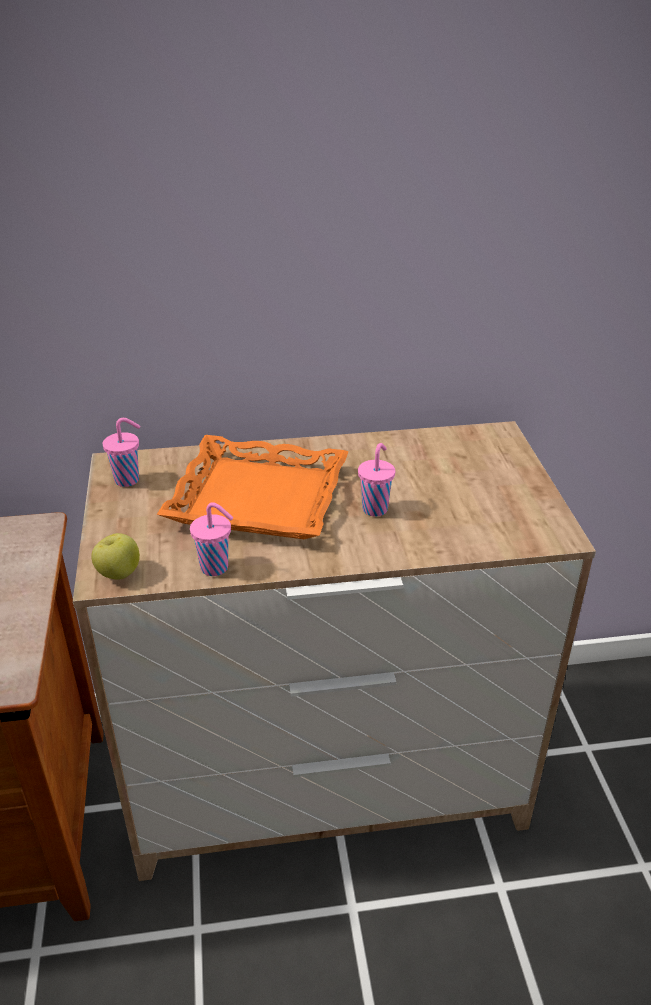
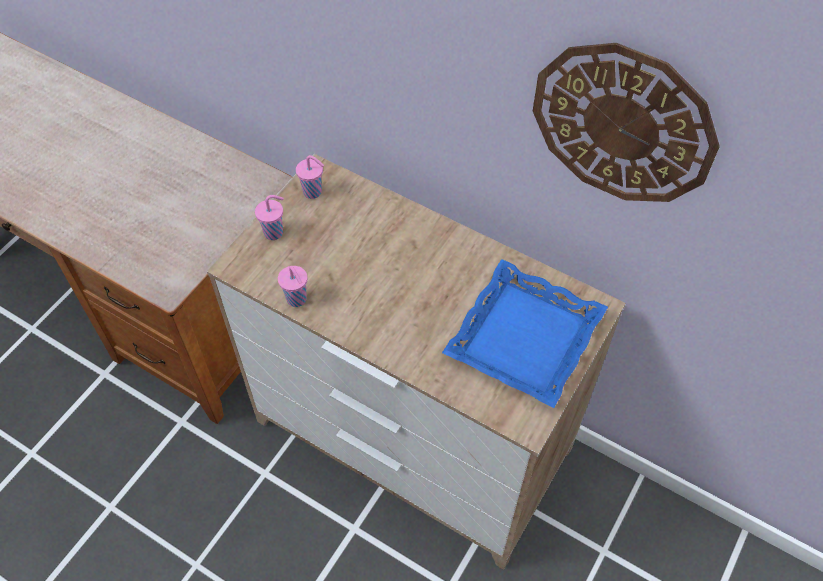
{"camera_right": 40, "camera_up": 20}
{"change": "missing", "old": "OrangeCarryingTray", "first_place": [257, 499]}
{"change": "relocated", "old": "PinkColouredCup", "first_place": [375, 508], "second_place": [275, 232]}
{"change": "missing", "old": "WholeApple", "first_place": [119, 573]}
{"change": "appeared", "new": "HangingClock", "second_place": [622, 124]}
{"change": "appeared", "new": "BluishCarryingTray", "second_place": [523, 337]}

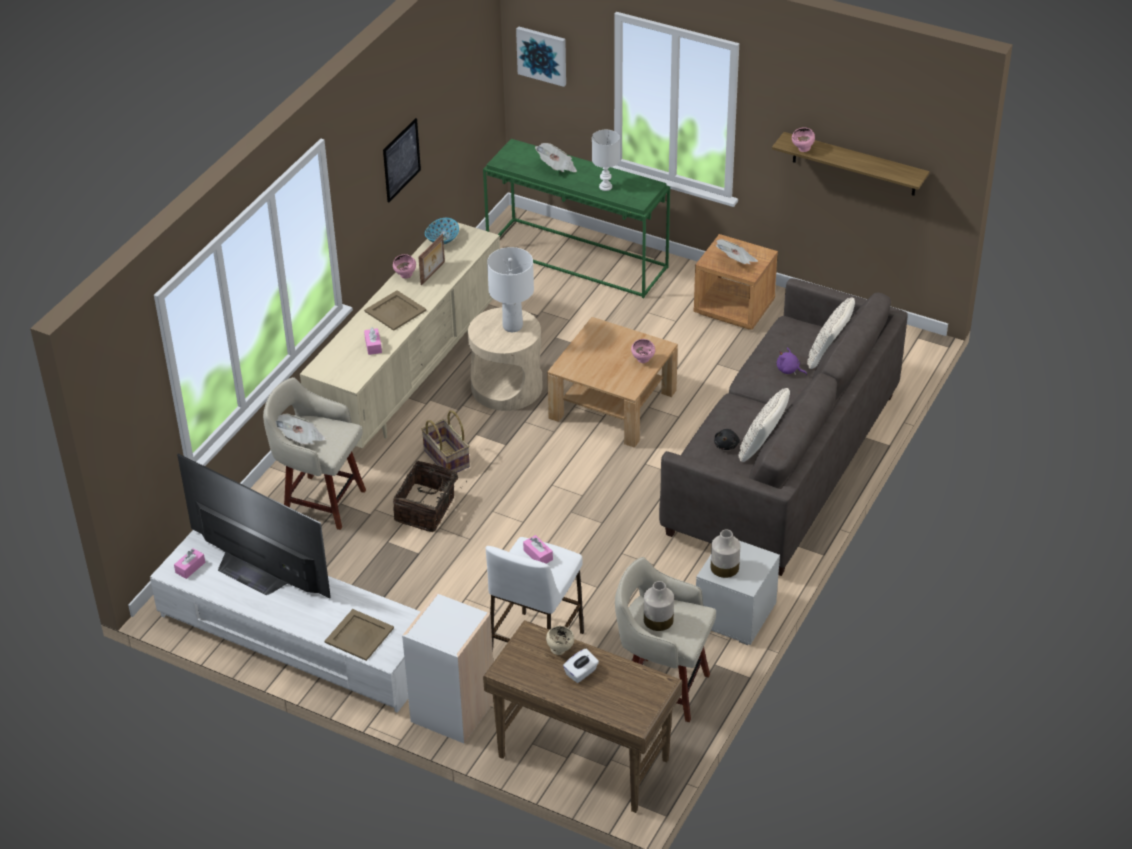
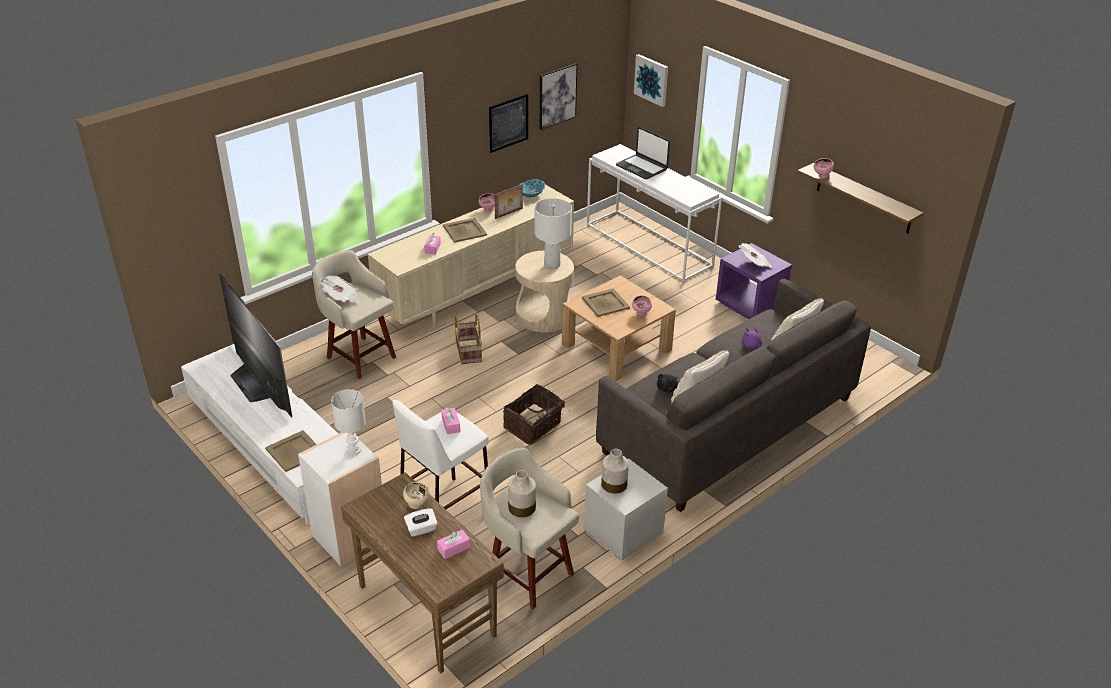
{"camera_right": 20, "camera_up": -5}
{"change": "relocated", "old": "WhiteTabletopLamp", "first_place": [606, 187], "second_place": [353, 450]}
{"change": "colour", "old": "GreenNarrowTable", "new": "WhiteNarrowTable", "first_place": [578, 258], "second_place": [649, 245]}
{"change": "exchanged", "old": "Newspaper", "new": "Laptop", "first_place": [557, 167], "second_place": [642, 167]}
{"change": "colour", "old": "BrownishNightTable", "new": "PurpleColouredNightTable", "first_place": [734, 308], "second_place": [750, 305]}
{"change": "relocated", "old": "HouseholdBasket", "first_place": [427, 509], "second_place": [533, 426]}
{"change": "relocated", "old": "PinkColouredBoxOfTissues", "first_place": [190, 567], "second_place": [454, 548]}
{"change": "appeared", "new": "WallArt", "second_place": [557, 96]}
{"change": "appeared", "new": "BeigeCarryingTray", "second_place": [605, 303]}

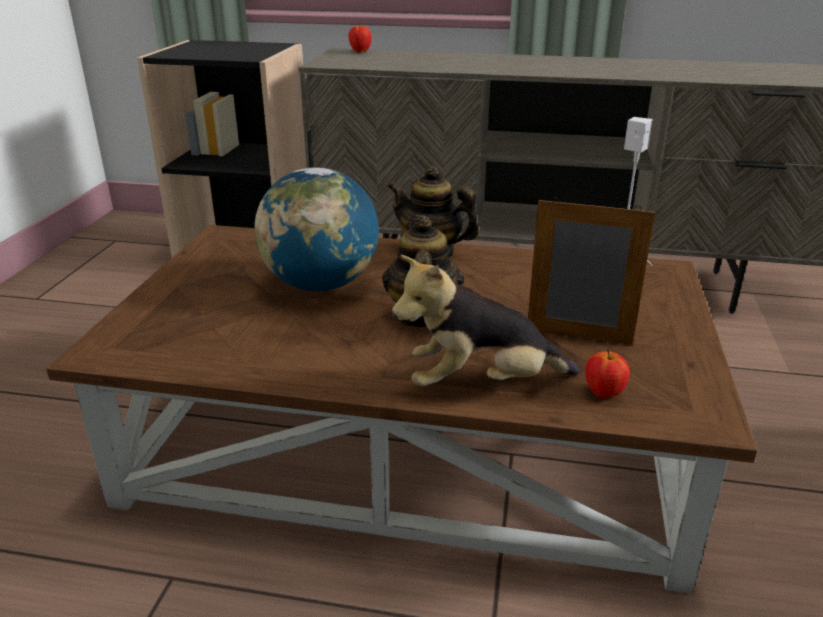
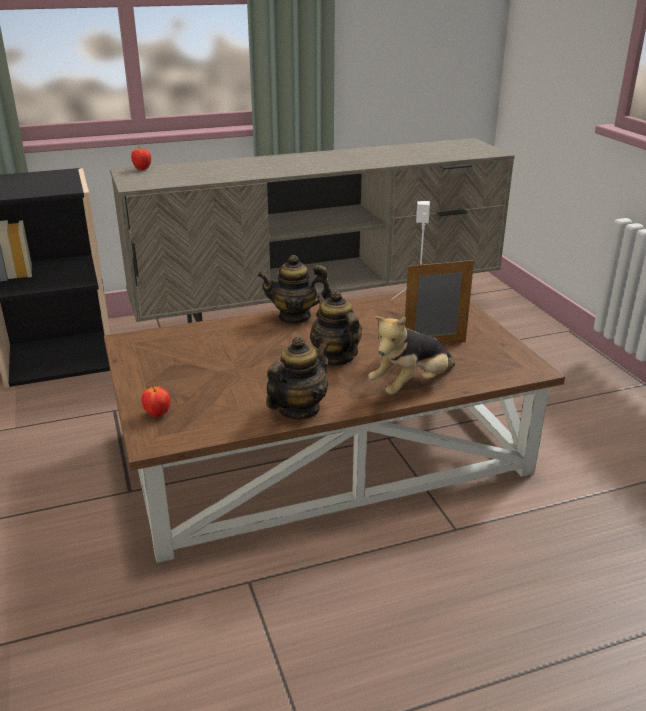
{"camera_right": -30, "camera_up": 0}
{"change": "missing", "old": "DeskGlobe", "first_place": [321, 285]}
{"change": "relocated", "old": "WholeApple", "first_place": [603, 394], "second_place": [157, 414]}
{"change": "appeared", "new": "TeaPot", "second_place": [298, 410]}

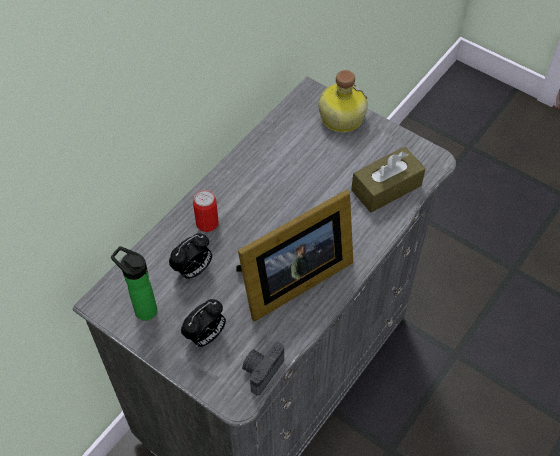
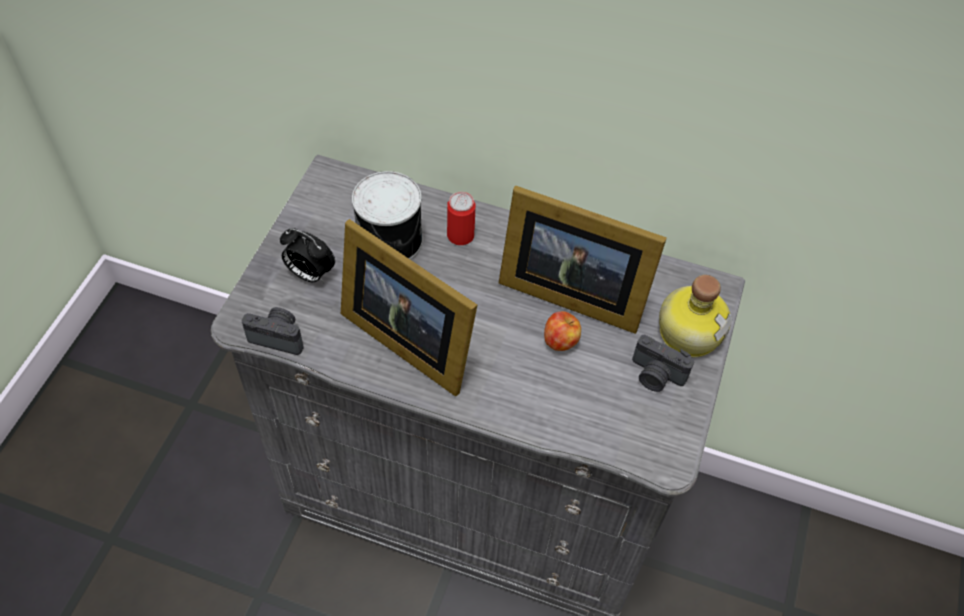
{"camera_right": 70, "camera_up": 0}
{"change": "missing", "old": "BrownishBoxOfTissues", "first_place": [386, 188]}
{"change": "exchanged", "old": "TableClock", "new": "MetalCan", "first_place": [193, 270], "second_place": [391, 240]}
{"change": "missing", "old": "BeverageBottle", "first_place": [143, 309]}
{"change": "appeared", "new": "PhotoFrame", "second_place": [568, 290]}
{"change": "appeared", "new": "WholeApple", "second_place": [560, 341]}
{"change": "appeared", "new": "StillCamera", "second_place": [655, 376]}

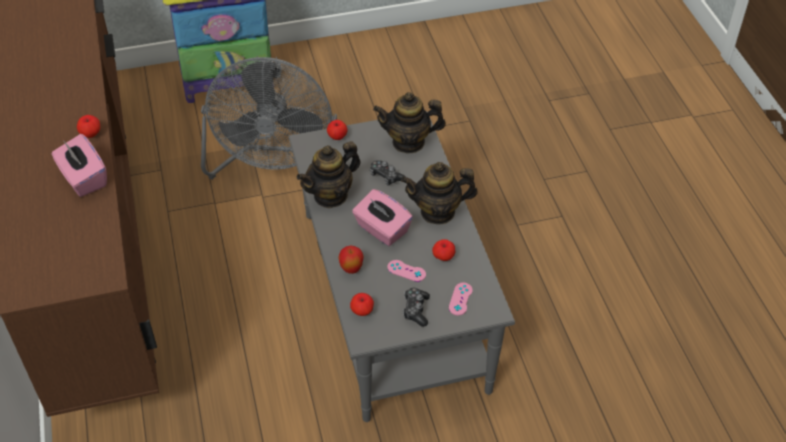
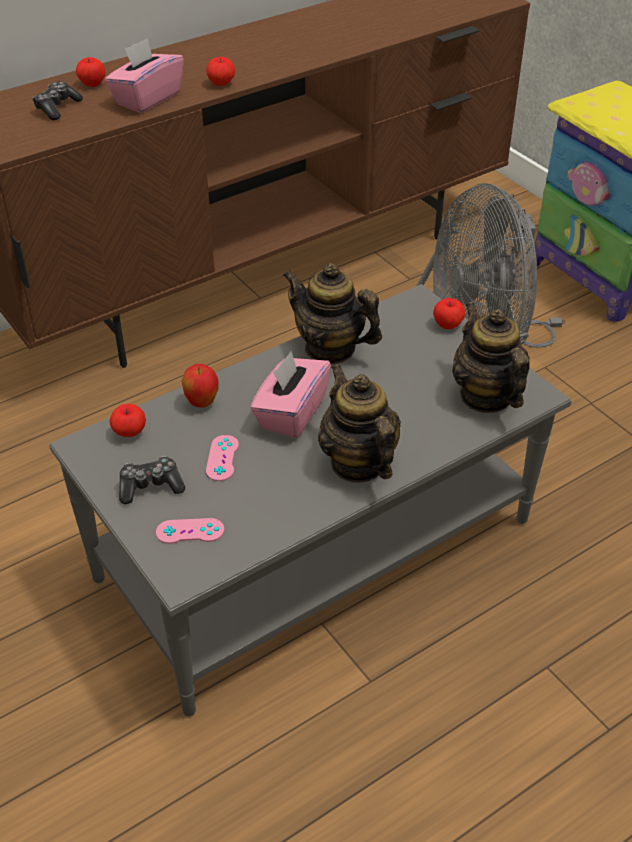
{"camera_right": 70, "camera_up": -5}
{"change": "relocated", "old": "Joypad", "first_place": [386, 176], "second_place": [57, 108]}
{"change": "relocated", "old": "WholeApple", "first_place": [443, 257], "second_place": [92, 84]}

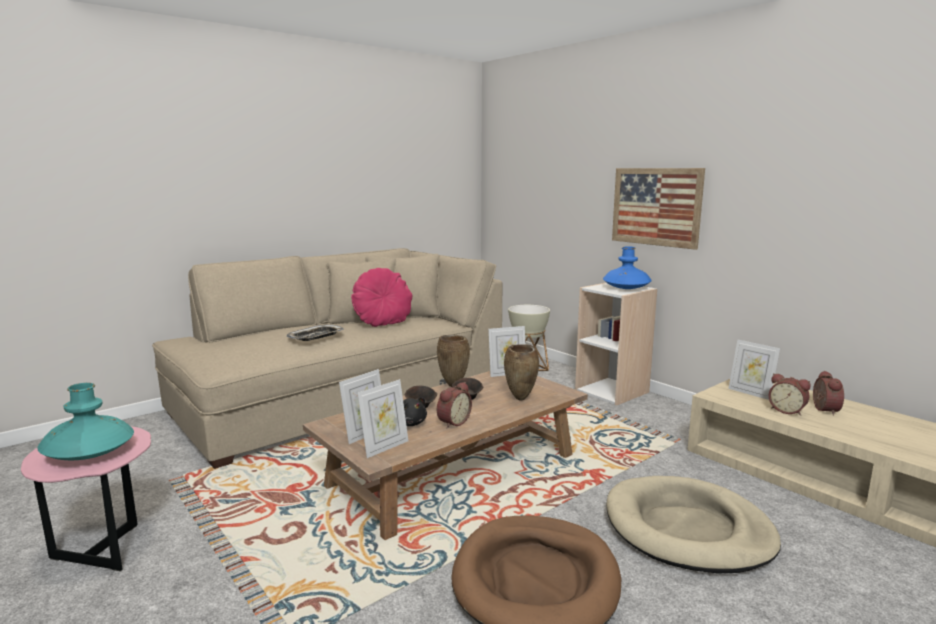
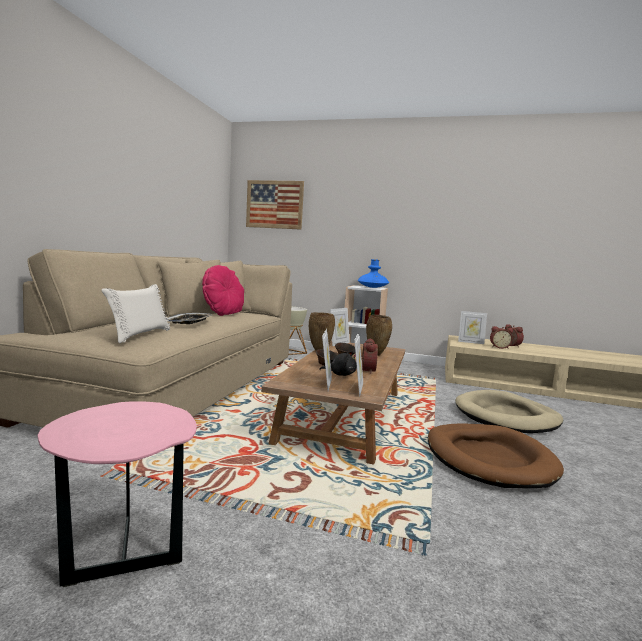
{"camera_right": -35, "camera_up": -5}
{"change": "relocated", "old": "WallArt", "first_place": [656, 206], "second_place": [274, 204]}
{"change": "missing", "old": "TurquoiseColouredFlowerVase", "first_place": [89, 453]}
{"change": "appeared", "new": "WhiteThrowPillow", "second_place": [139, 335]}

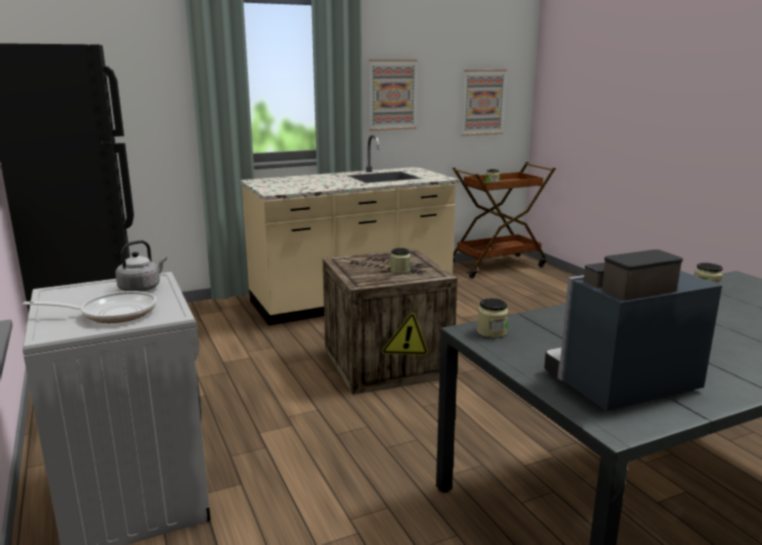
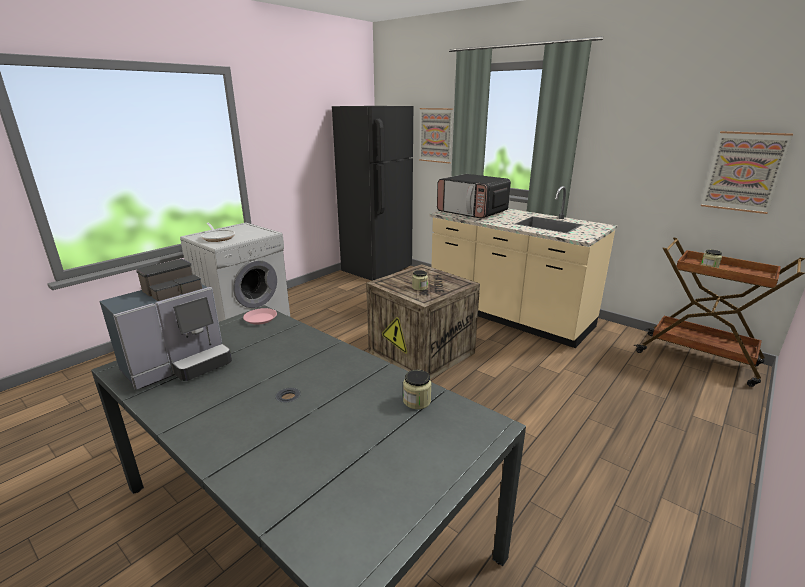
{"camera_right": 65, "camera_up": 5}
{"change": "relocated", "old": "WallArt", "first_place": [392, 95], "second_place": [436, 135]}
{"change": "missing", "old": "GrayKettle", "first_place": [142, 288]}
{"change": "spun", "old": "CoffeeBrewer", "first_place": [619, 384], "second_place": [180, 365], "degrees": 90}
{"change": "exchanged", "old": "PreserveJar", "new": "PinkColouredPlate", "first_place": [491, 332], "second_place": [260, 319]}
{"change": "appeared", "new": "KitchenMicrowave", "second_place": [472, 212]}

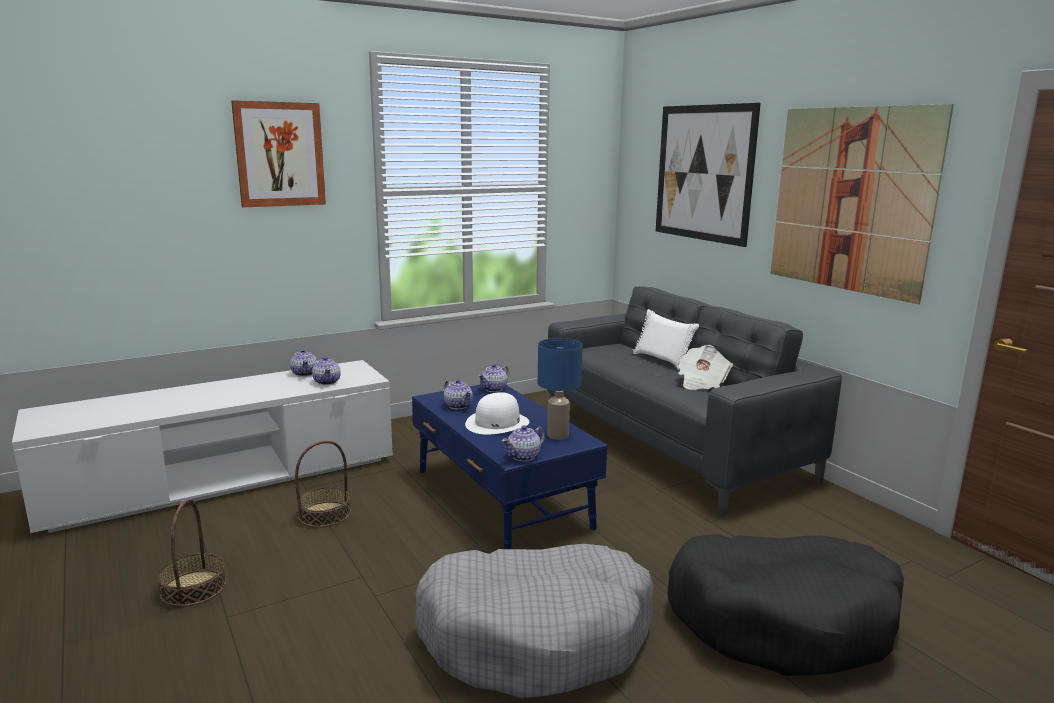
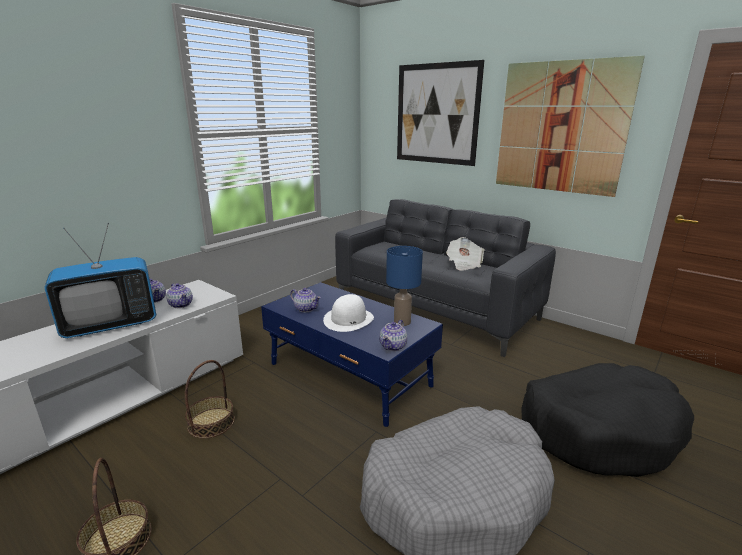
{"camera_right": -20, "camera_up": 5}
{"change": "missing", "old": "WallArt", "first_place": [279, 154]}
{"change": "missing", "old": "WhiteThrowPillow", "first_place": [663, 361]}
{"change": "missing", "old": "TeaPot", "first_place": [494, 389]}
{"change": "appeared", "new": "Tv", "second_place": [111, 324]}

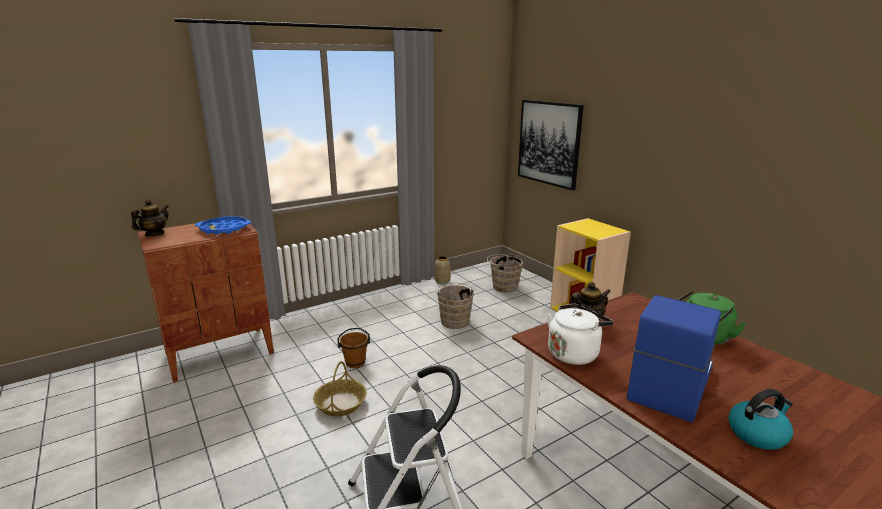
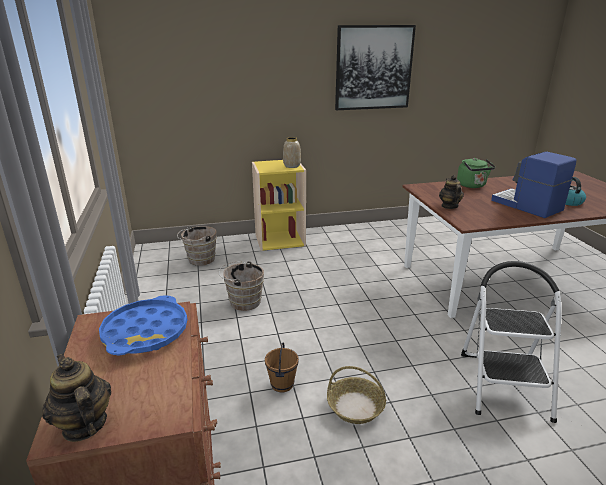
{"camera_right": -70, "camera_up": 5}
{"change": "relocated", "old": "WallArt", "first_place": [549, 143], "second_place": [373, 68]}
{"change": "relocated", "old": "FlowerVase", "first_place": [442, 281], "second_place": [291, 166]}
{"change": "missing", "old": "WhiteKettle", "first_place": [574, 353]}

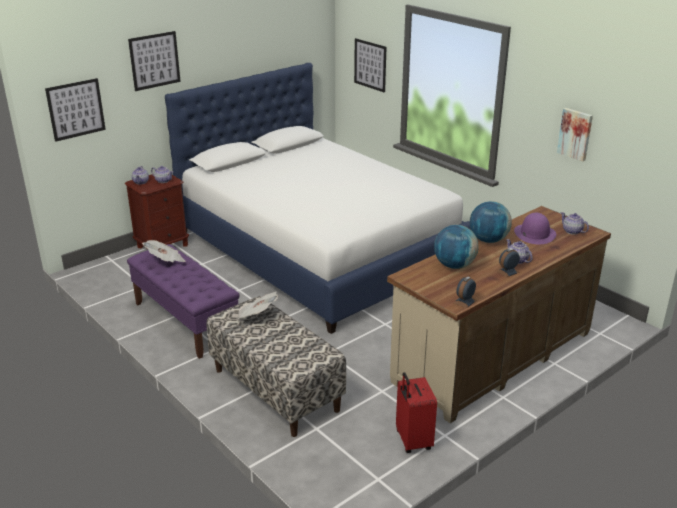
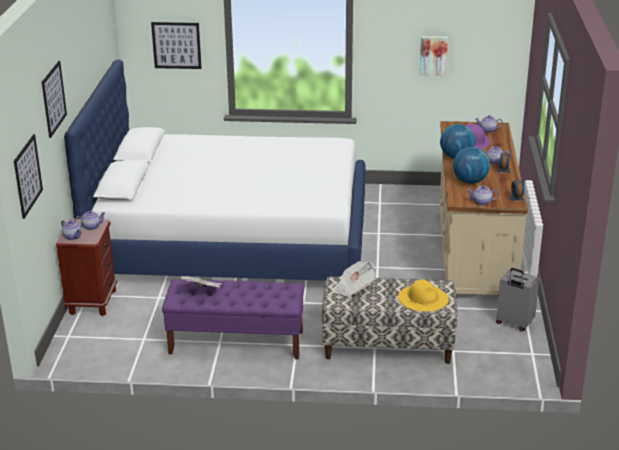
{"camera_right": -45, "camera_up": 0}
{"change": "colour", "old": "RedColouredSuitcase", "new": "GraySuitcase", "first_place": [412, 441], "second_place": [514, 323]}
{"change": "appeared", "new": "TeaPot", "second_place": [482, 202]}
{"change": "appeared", "new": "YellowishClothingHat", "second_place": [423, 298]}

